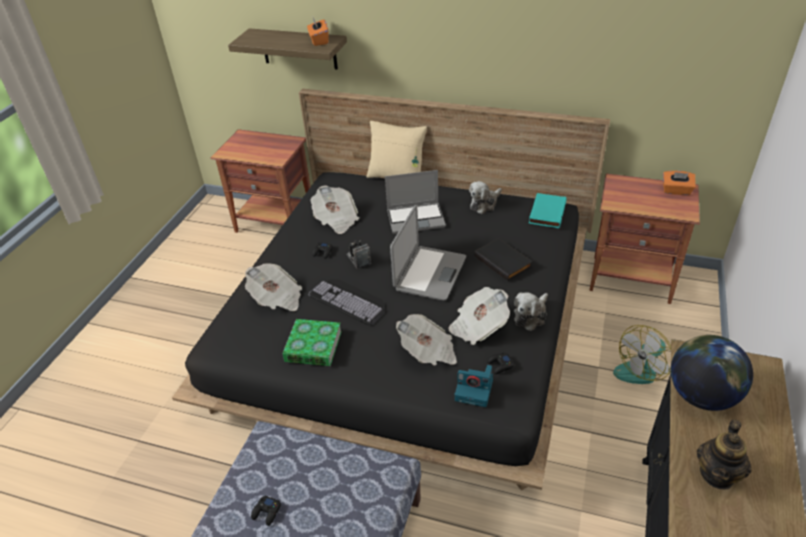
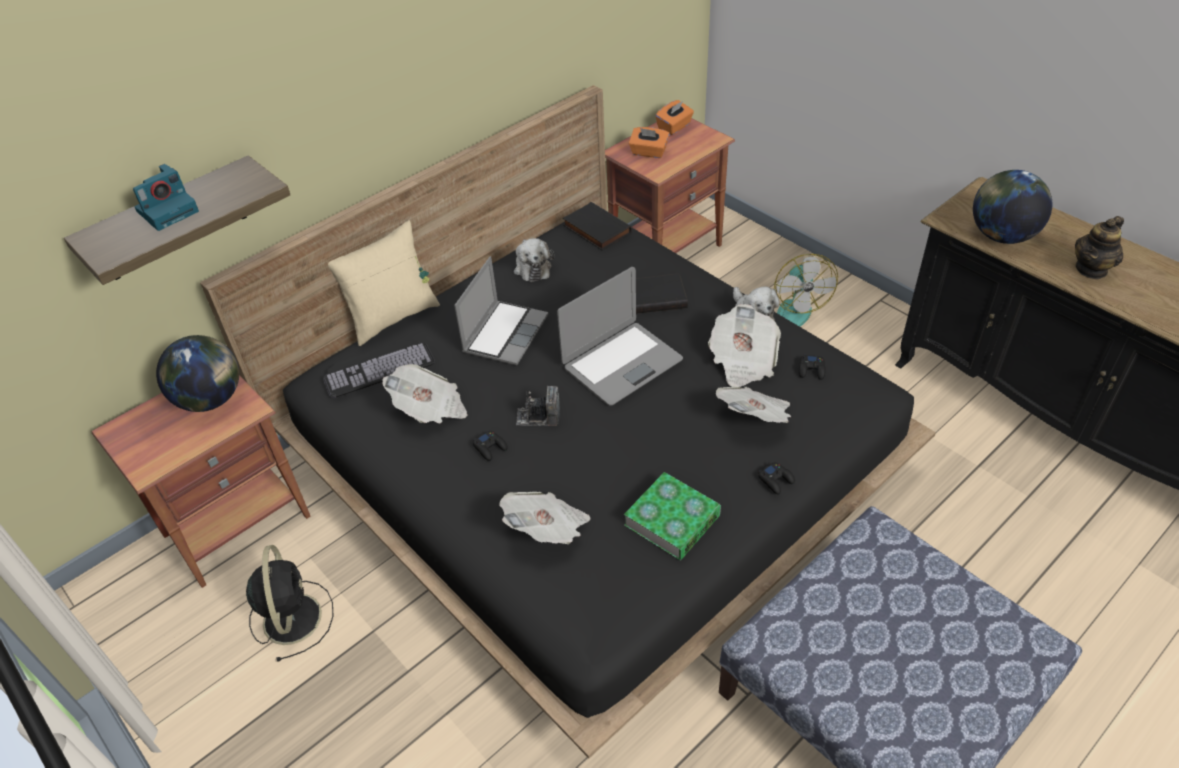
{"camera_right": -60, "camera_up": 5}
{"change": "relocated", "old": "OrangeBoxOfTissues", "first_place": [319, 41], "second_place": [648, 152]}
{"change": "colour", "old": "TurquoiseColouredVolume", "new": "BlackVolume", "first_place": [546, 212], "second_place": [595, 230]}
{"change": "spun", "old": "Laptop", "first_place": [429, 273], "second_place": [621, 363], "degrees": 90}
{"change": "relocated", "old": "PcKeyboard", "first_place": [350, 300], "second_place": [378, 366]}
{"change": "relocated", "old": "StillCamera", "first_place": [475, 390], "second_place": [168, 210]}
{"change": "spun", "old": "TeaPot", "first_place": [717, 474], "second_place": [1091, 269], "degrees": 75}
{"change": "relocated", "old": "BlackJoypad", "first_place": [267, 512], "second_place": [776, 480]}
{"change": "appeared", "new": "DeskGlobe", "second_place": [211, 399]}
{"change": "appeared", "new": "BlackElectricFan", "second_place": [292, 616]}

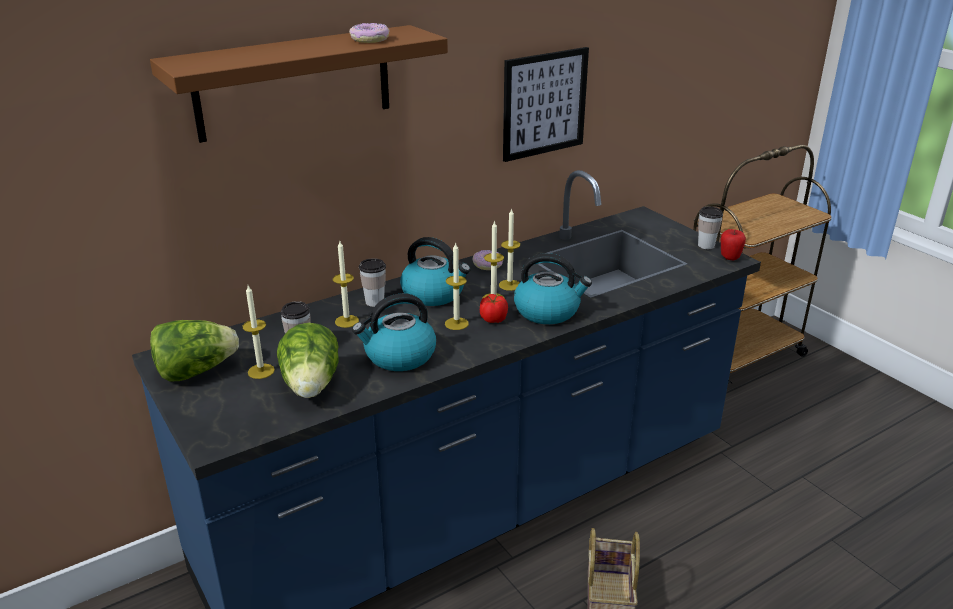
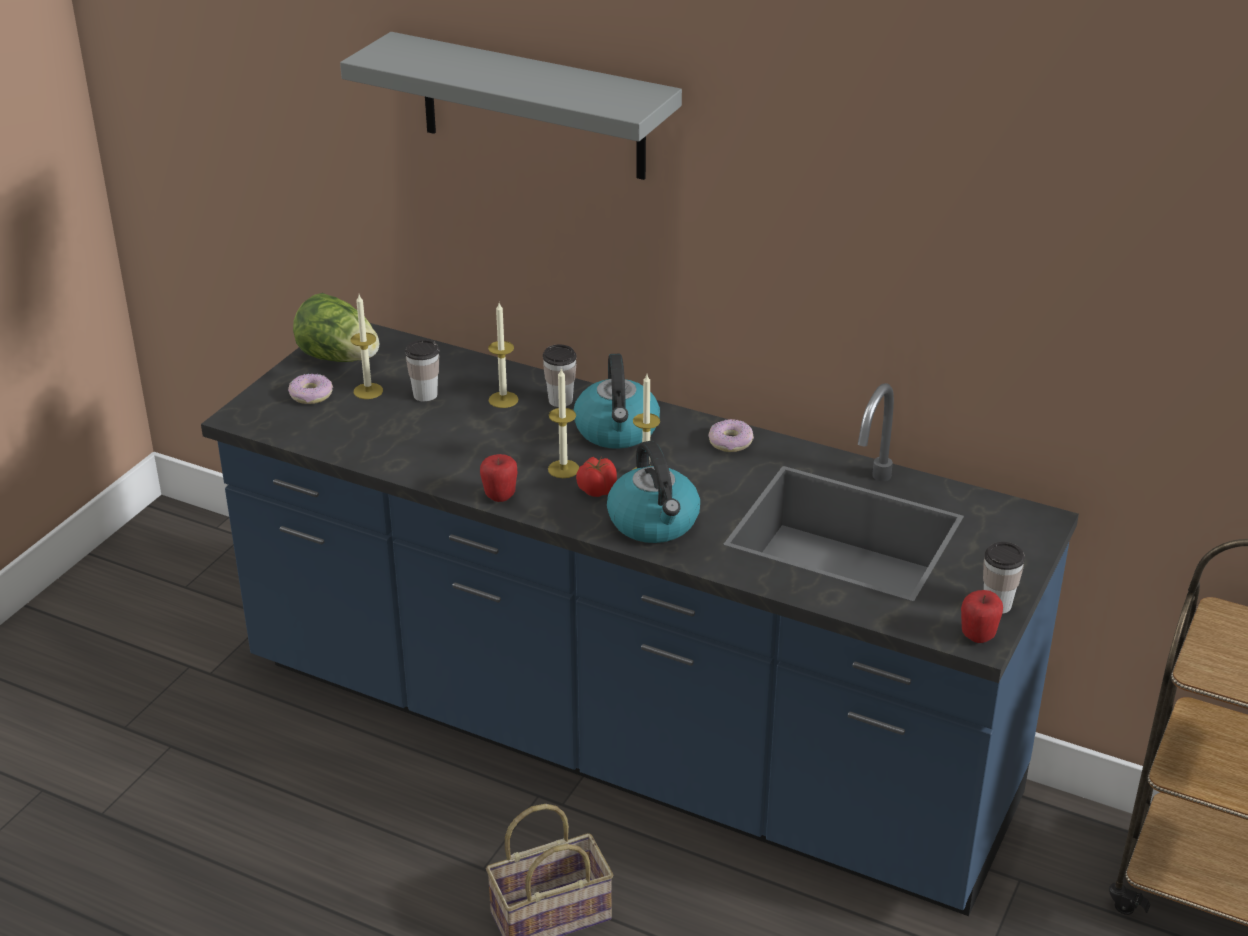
{"camera_right": 60, "camera_up": 5}
{"change": "relocated", "old": "Doughnut", "first_place": [370, 39], "second_place": [311, 395]}
{"change": "colour", "old": "BrownishShelf", "new": "GrayShelf", "first_place": [294, 83], "second_place": [533, 107]}
{"change": "missing", "old": "WallArt", "first_place": [544, 104]}
{"change": "missing", "old": "WaxLight", "first_place": [509, 285]}
{"change": "missing", "old": "Kettle", "first_place": [399, 356]}
{"change": "missing", "old": "LettuceHead", "first_place": [311, 386]}
{"change": "appeared", "new": "WholeApple", "second_place": [500, 496]}

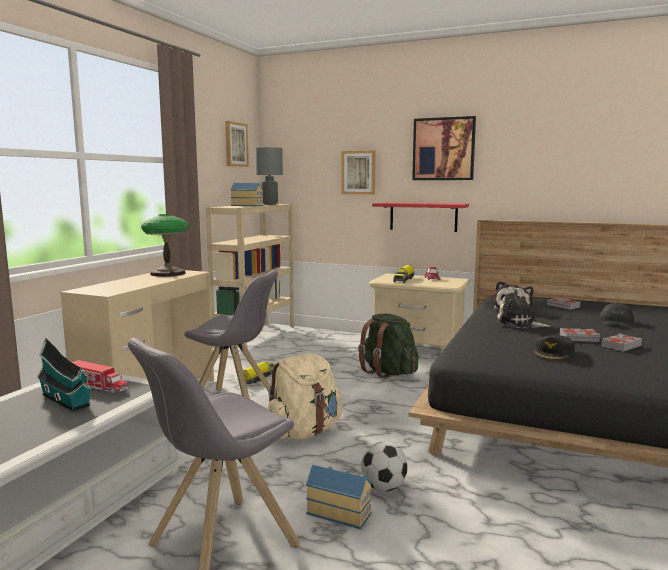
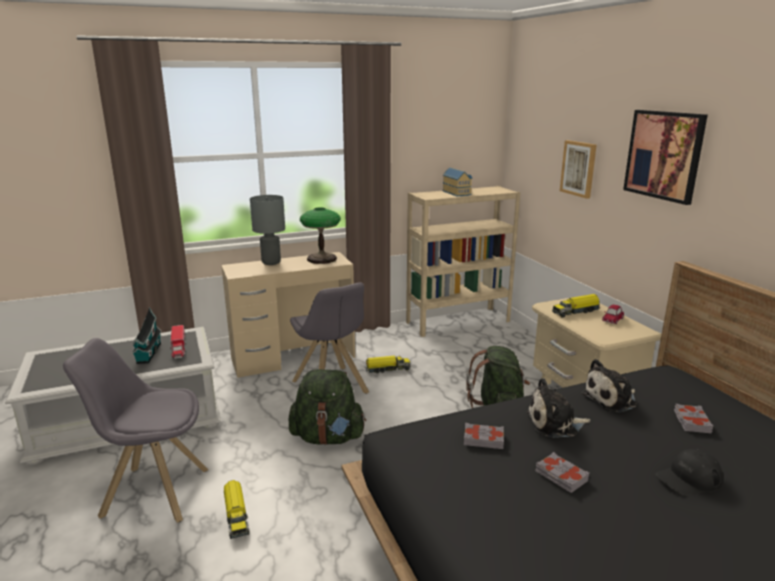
{"camera_right": 45, "camera_up": 10}
{"change": "missing", "old": "WallArt", "first_place": [236, 144]}
{"change": "relocated", "old": "GrayTabletopLamp", "first_place": [269, 204], "second_place": [271, 263]}
{"change": "missing", "old": "RedColouredShelf", "first_place": [423, 216]}
{"change": "spun", "old": "PlushToy", "first_place": [519, 324], "second_place": [555, 424], "degrees": -75}
{"change": "relocated", "old": "GrayVolume", "first_place": [620, 346], "second_place": [483, 439]}
{"change": "missing", "old": "BlackPeakedCap", "first_place": [553, 352]}
{"change": "colour", "old": "BeigeBackpack", "new": "GreenBackpack", "first_place": [304, 432], "second_place": [328, 437]}
{"change": "missing", "old": "Football", "first_place": [384, 487]}
{"change": "exchanged", "old": "ToyHouse", "new": "ToyTruck", "first_place": [339, 511], "second_place": [236, 515]}

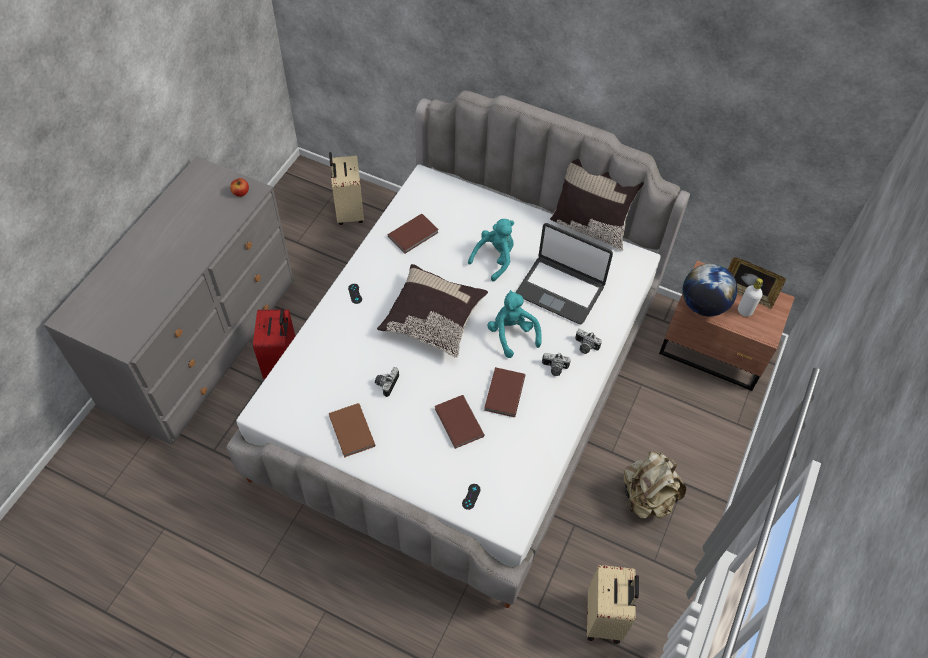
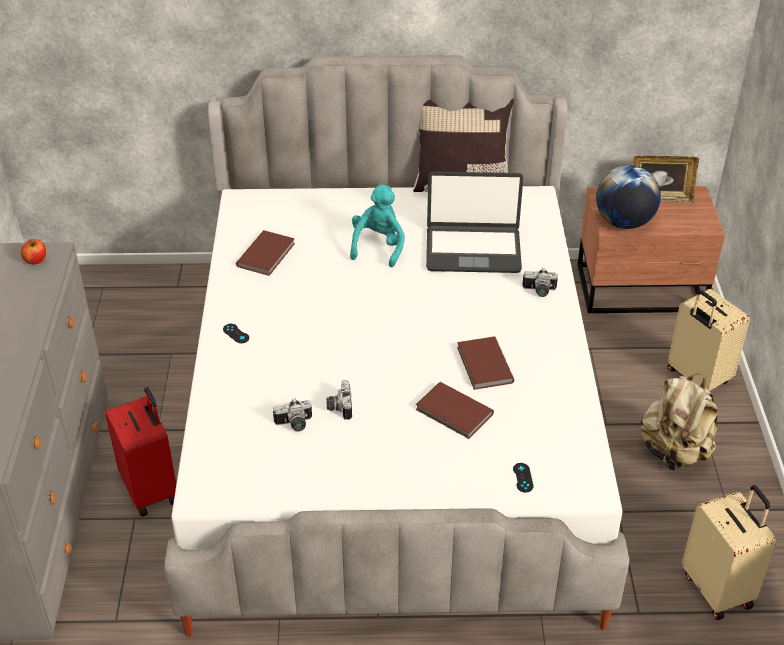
{"camera_right": -25, "camera_up": -15}
{"change": "relocated", "old": "BeigeSuitcase", "first_place": [348, 212], "second_place": [697, 377]}
{"change": "missing", "old": "ThrowPillow", "first_place": [433, 319]}
{"change": "missing", "old": "WhiteBeverageBottle", "first_place": [744, 311]}
{"change": "missing", "old": "TurquoiseColouredPlushToy", "first_place": [512, 334]}
{"change": "relocated", "old": "StillCamera", "first_place": [554, 369], "second_place": [294, 424]}
{"change": "missing", "old": "BrownishVolume", "first_place": [351, 432]}

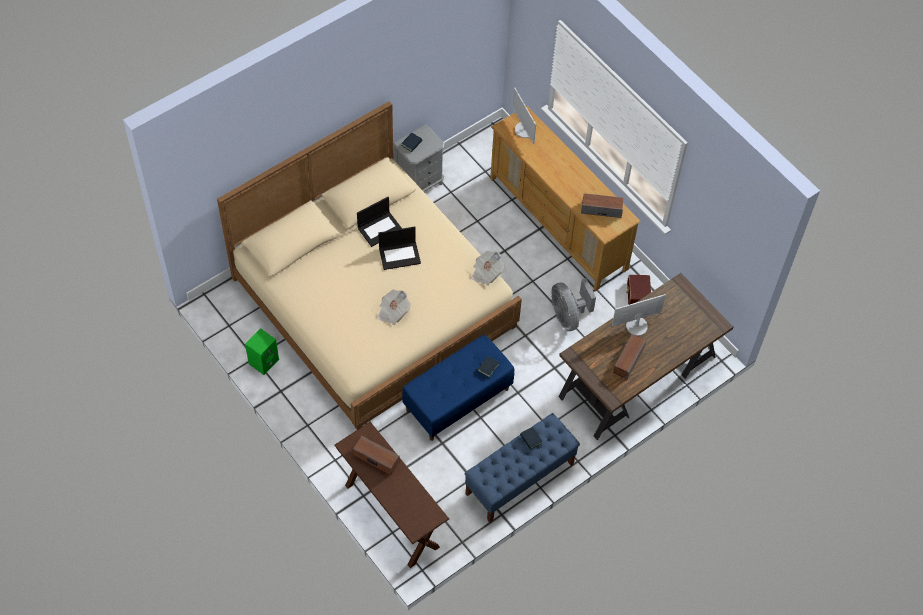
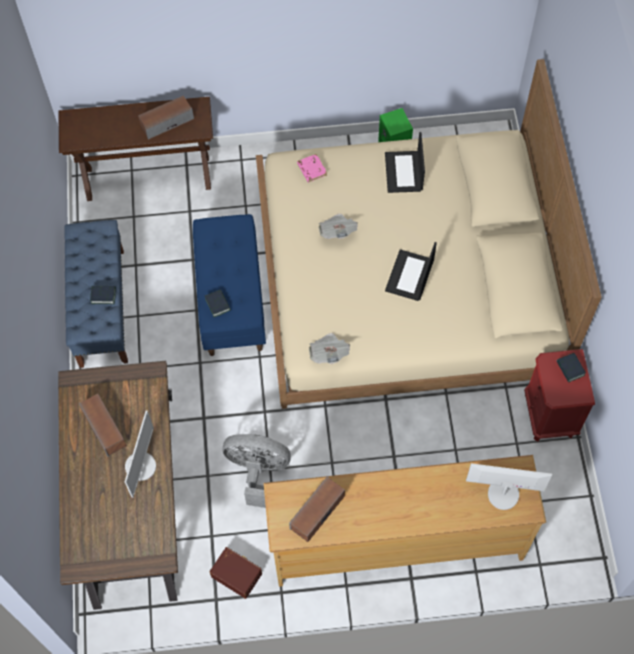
{"camera_right": 125, "camera_up": 5}
{"change": "colour", "old": "GrayNightTable", "new": "RedColouredNightTable", "first_place": [419, 183], "second_place": [550, 415]}
{"change": "relocated", "old": "Laptop", "first_place": [380, 228], "second_place": [404, 172]}
{"change": "appeared", "new": "PinkColouredVolume", "second_place": [311, 169]}

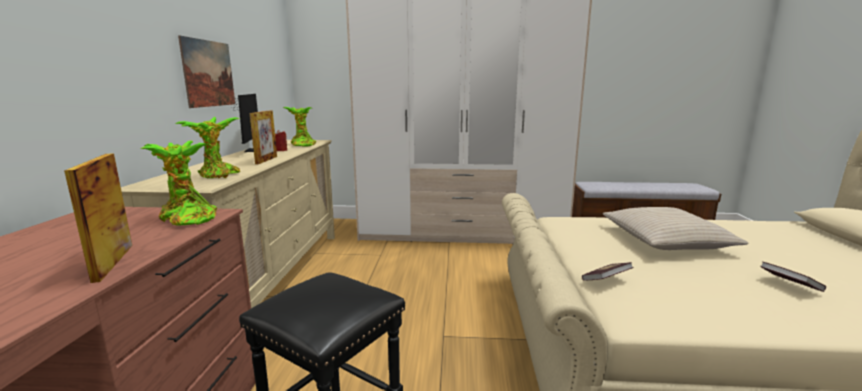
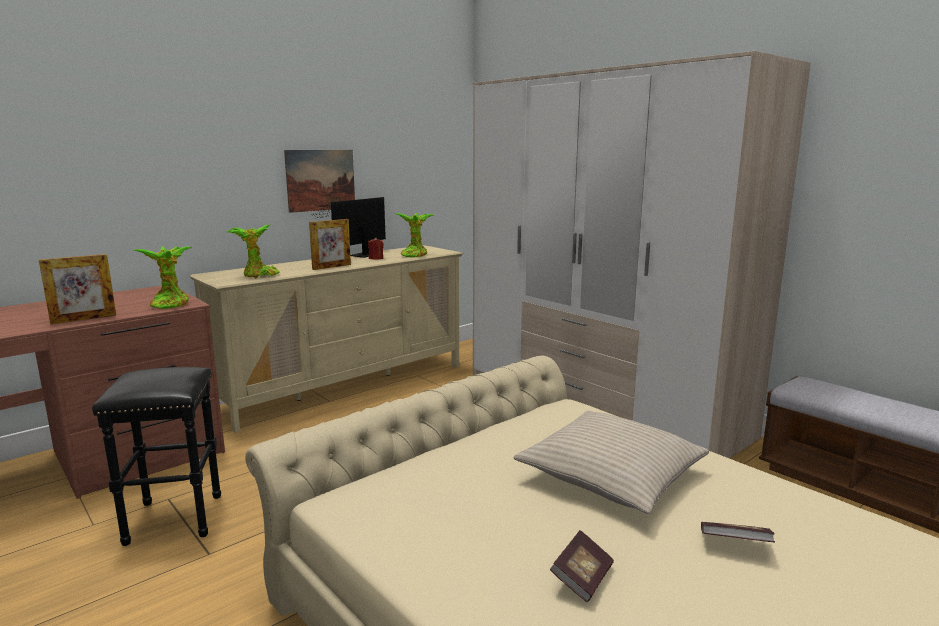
{"camera_right": 45, "camera_up": 0}
{"change": "spun", "old": "PhotoFrame", "first_place": [113, 262], "second_place": [84, 319], "degrees": -150}
{"change": "relocated", "old": "Volume", "first_place": [606, 280], "second_place": [734, 544]}

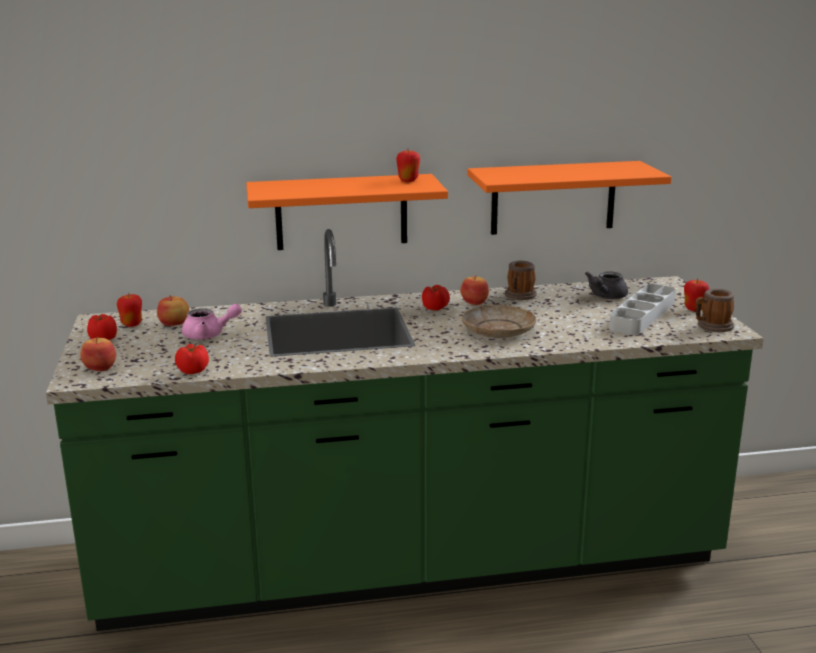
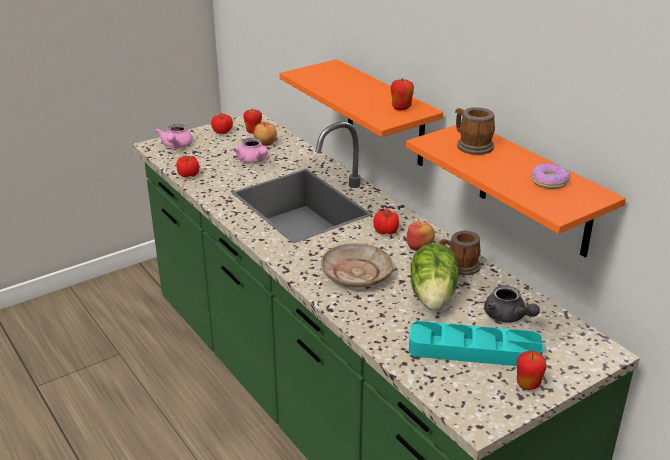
{"camera_right": 65, "camera_up": 10}
{"change": "spun", "old": "GrayTeaPot", "first_place": [605, 297], "second_place": [508, 317], "degrees": -135}
{"change": "colour", "old": "GrayCarryingTray", "new": "TurquoiseColouredCarryingTray", "first_place": [642, 315], "second_place": [474, 350]}
{"change": "relocated", "old": "CoffeeMug", "first_place": [712, 326], "second_place": [471, 145]}
{"change": "exchanged", "old": "WholeApple", "new": "PinkColouredTeaPot", "first_place": [100, 367], "second_place": [176, 146]}
{"change": "appeared", "new": "Doughnut", "second_place": [549, 181]}
{"change": "appeared", "new": "LettuceHead", "second_place": [434, 296]}

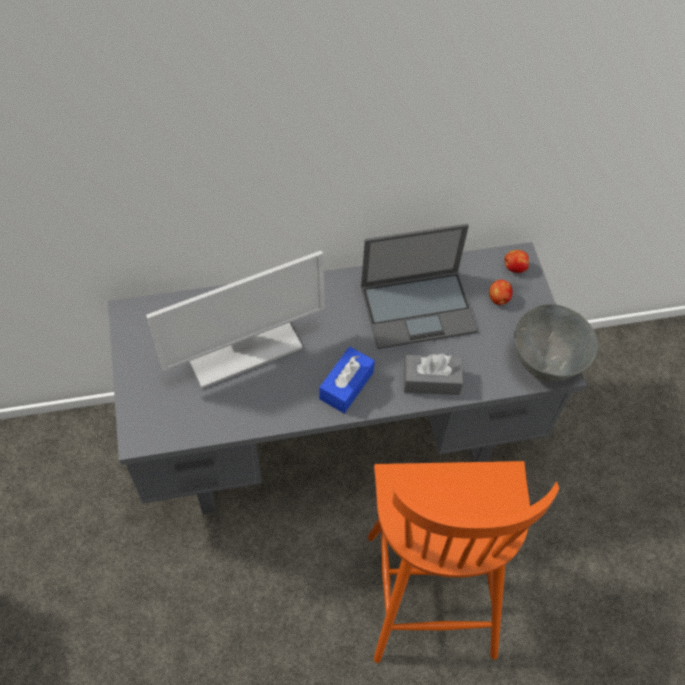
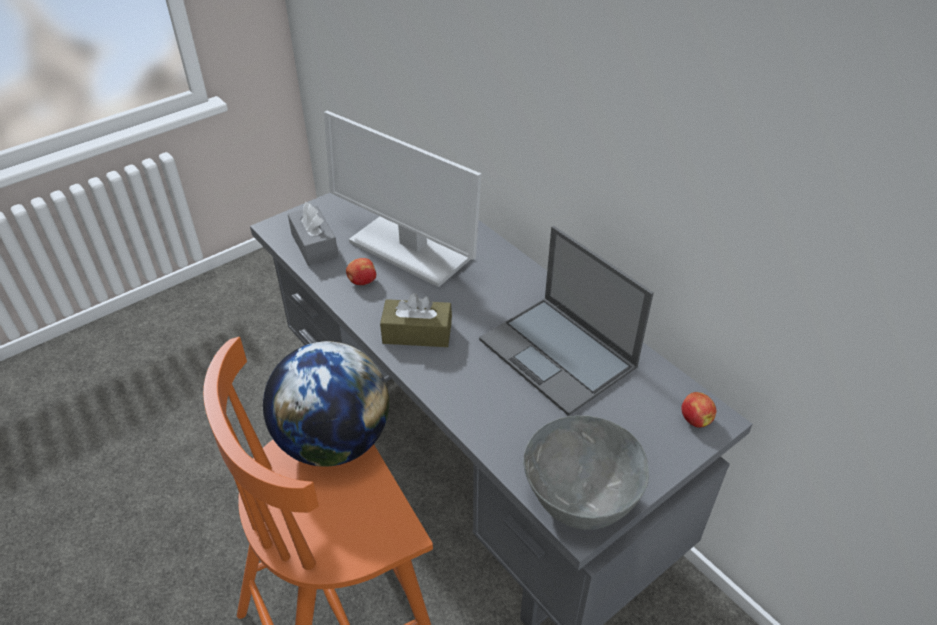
{"camera_right": 65, "camera_up": -15}
{"change": "relocated", "old": "WholeApple", "first_place": [498, 299], "second_place": [362, 282]}
{"change": "colour", "old": "BluishBoxOfTissues", "new": "BrownishBoxOfTissues", "first_place": [346, 385], "second_place": [417, 333]}
{"change": "relocated", "old": "GrayBoxOfTissues", "first_place": [431, 381], "second_place": [314, 245]}
{"change": "appeared", "new": "DeskGlobe", "second_place": [333, 441]}

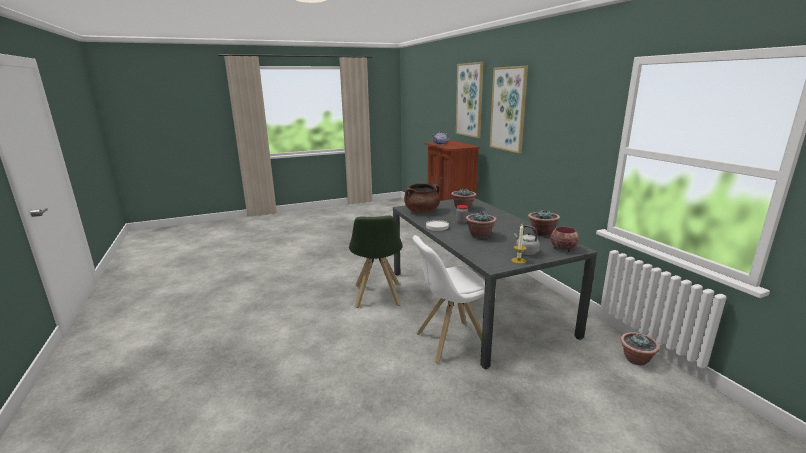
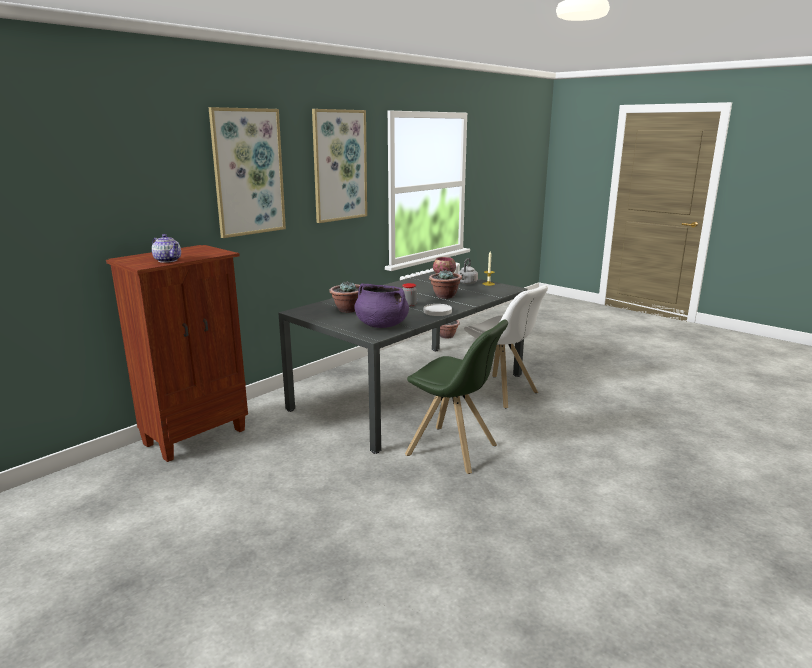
{"camera_right": -115, "camera_up": 0}
{"change": "relocated", "old": "WallArt", "first_place": [470, 100], "second_place": [339, 166]}
{"change": "colour", "old": "BrownishSaucepot", "new": "PurpleColouredSaucepot", "first_place": [422, 211], "second_place": [381, 325]}
{"change": "missing", "old": "Houseplant", "first_place": [542, 233]}
{"change": "spun", "old": "GreenChair", "first_place": [377, 295], "second_place": [452, 450], "degrees": 60}

